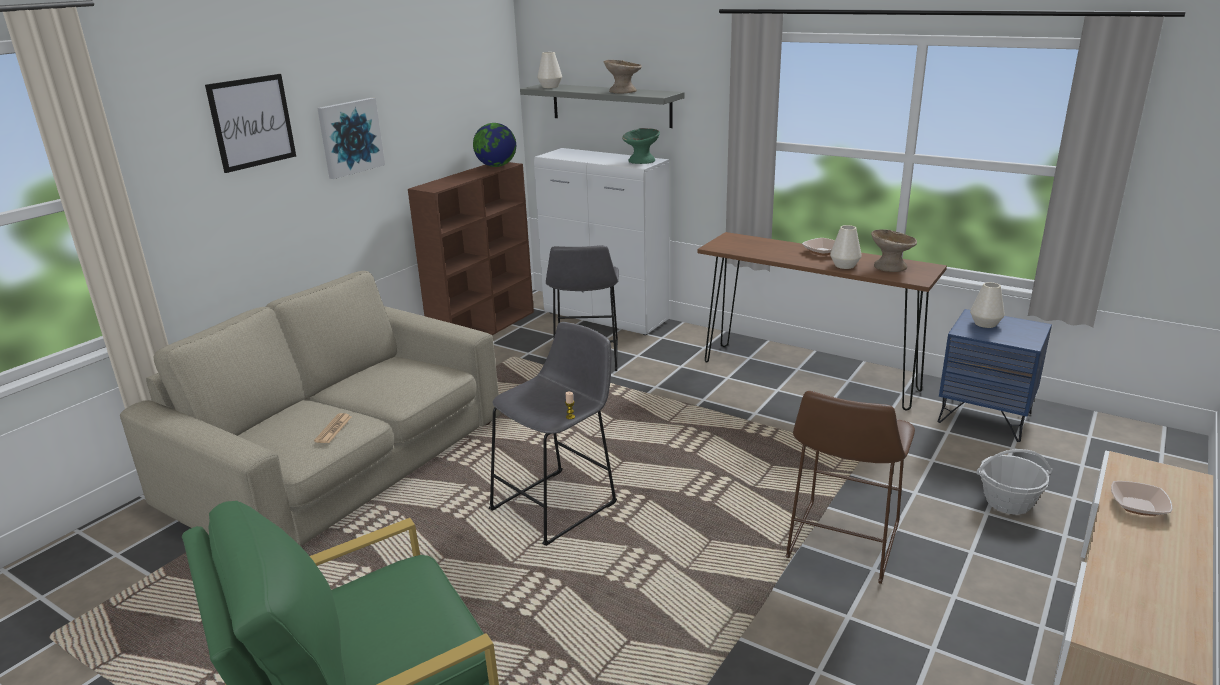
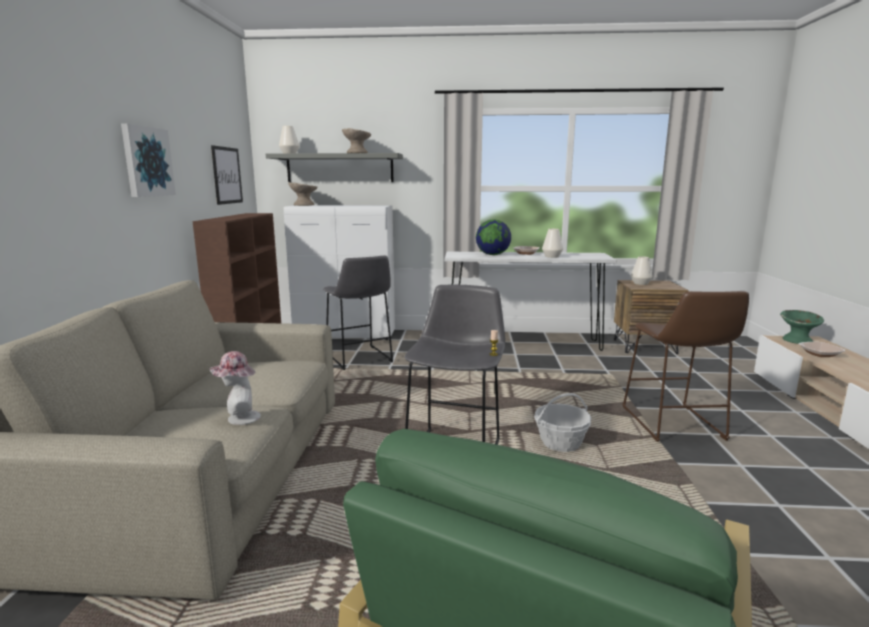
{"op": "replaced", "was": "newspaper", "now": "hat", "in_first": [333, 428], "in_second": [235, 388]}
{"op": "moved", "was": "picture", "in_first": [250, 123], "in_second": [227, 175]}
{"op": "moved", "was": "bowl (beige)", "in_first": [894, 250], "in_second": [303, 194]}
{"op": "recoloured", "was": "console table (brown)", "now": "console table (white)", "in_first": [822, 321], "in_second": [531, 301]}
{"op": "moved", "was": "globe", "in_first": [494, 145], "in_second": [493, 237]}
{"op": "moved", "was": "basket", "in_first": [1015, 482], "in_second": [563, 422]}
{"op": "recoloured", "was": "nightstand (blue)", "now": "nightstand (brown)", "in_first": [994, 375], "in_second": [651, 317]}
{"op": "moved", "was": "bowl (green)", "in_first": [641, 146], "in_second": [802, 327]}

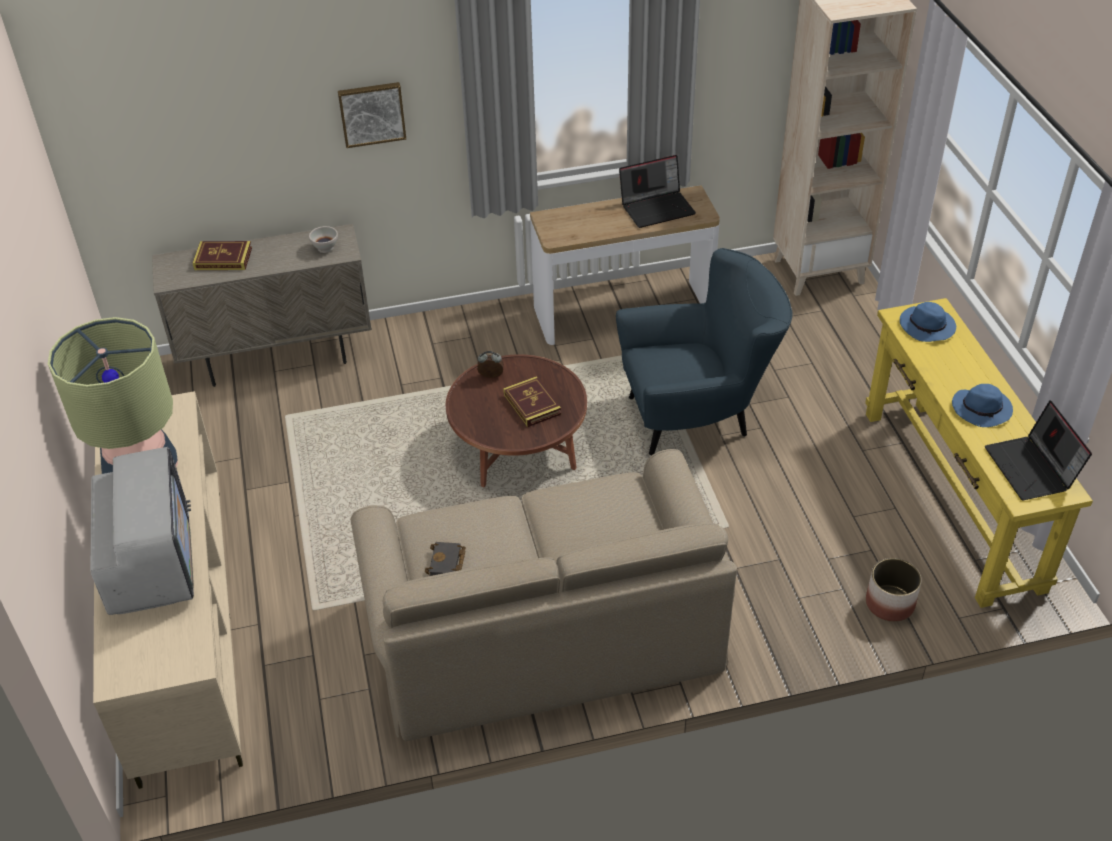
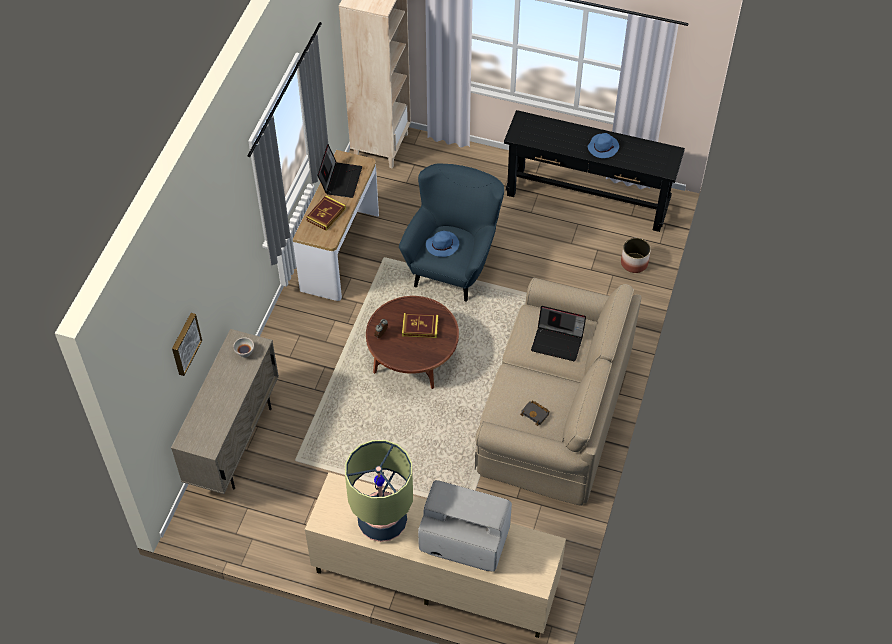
{"op": "moved", "was": "picture", "in_first": [372, 115], "in_second": [187, 344]}
{"op": "moved", "was": "book", "in_first": [222, 255], "in_second": [326, 213]}
{"op": "moved", "was": "hat (blue)", "in_first": [928, 322], "in_second": [442, 244]}
{"op": "recoloured", "was": "console table (yellow)", "now": "console table (black)", "in_first": [979, 453], "in_second": [594, 171]}
{"op": "moved", "was": "laptop", "in_first": [1038, 450], "in_second": [558, 333]}

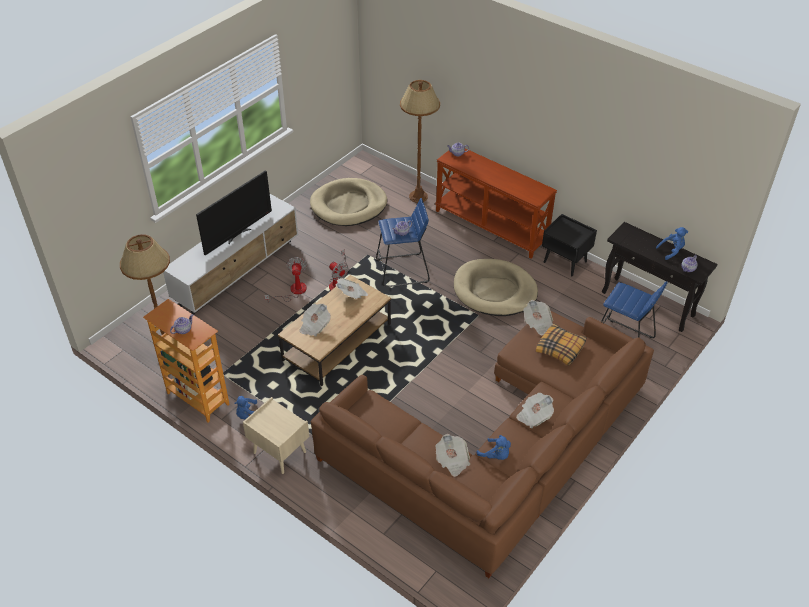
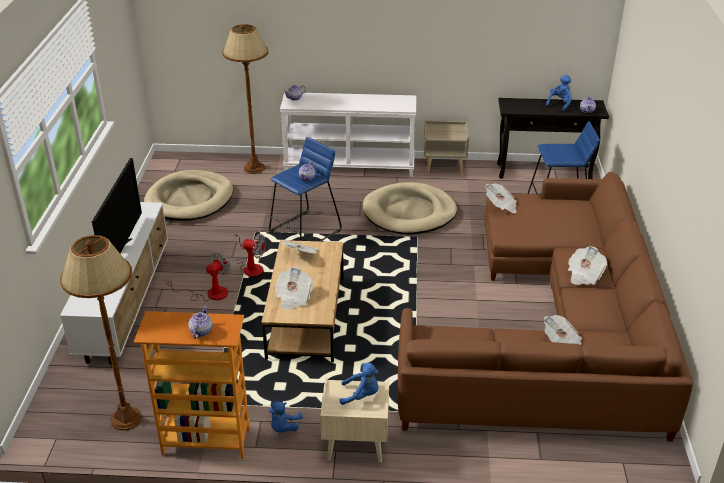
{"op": "turned", "was": "fan", "in_first": [285, 280], "in_second": [198, 277], "clockwise": 75}
{"op": "recoloured", "was": "console table (brown)", "now": "console table (white)", "in_first": [496, 203], "in_second": [348, 135]}
{"op": "moved", "was": "plush toy (blue)", "in_first": [494, 447], "in_second": [359, 384]}
{"op": "recoloured", "was": "nightstand (black)", "now": "nightstand (beige)", "in_first": [569, 245], "in_second": [446, 149]}
{"op": "removed", "was": "pillow", "in_first": [561, 345]}

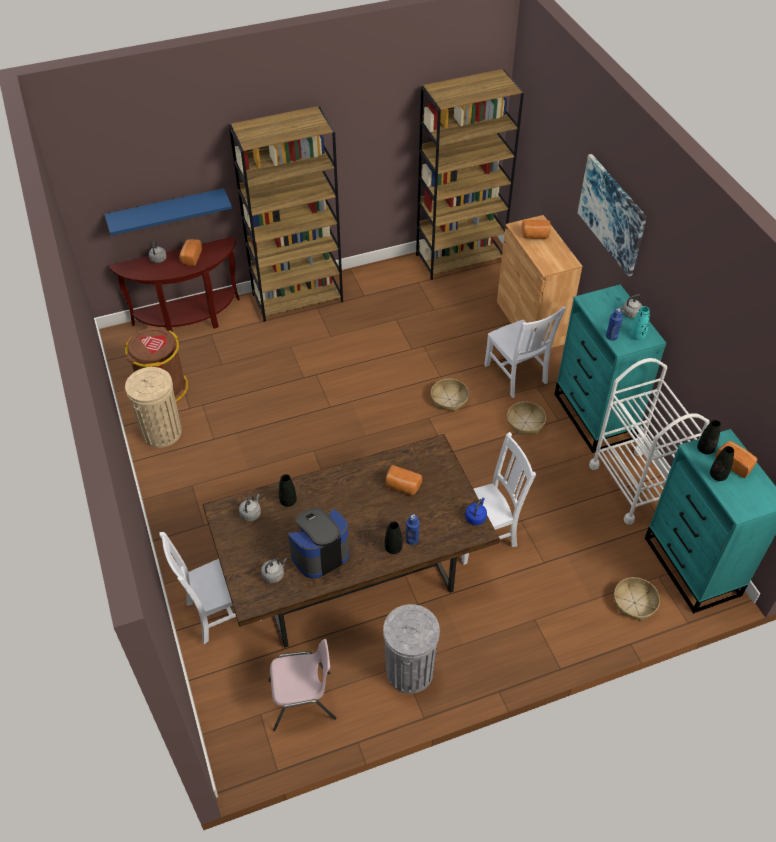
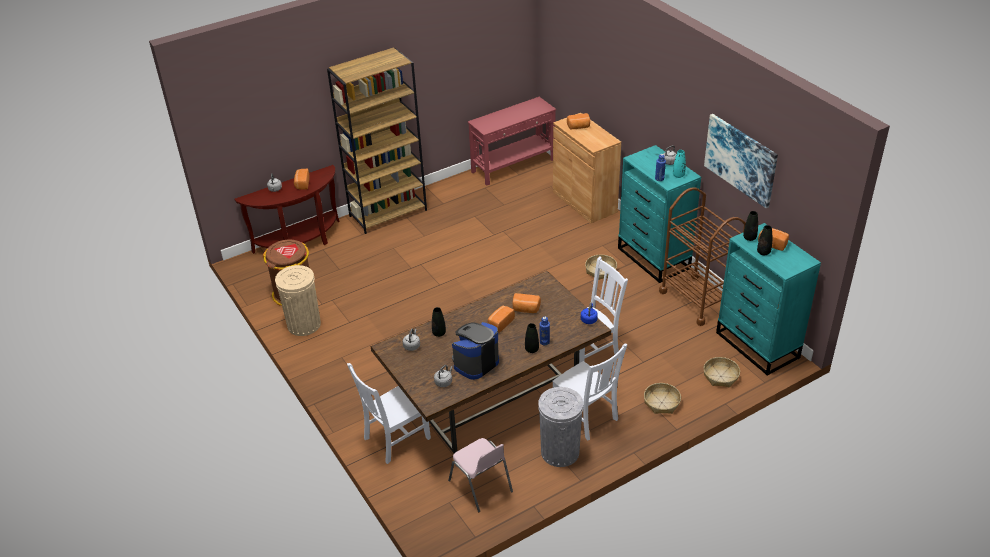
{"op": "turned", "was": "chair (pink)", "in_first": [302, 685], "in_second": [480, 475], "clockwise": 75}
{"op": "replaced", "was": "bookcase (brown)", "now": "console table (red)", "in_first": [470, 174], "in_second": [512, 141]}
{"op": "added", "now": "bread", "in_second": [501, 319]}
{"op": "moved", "was": "chair (white)", "in_first": [525, 352], "in_second": [589, 392]}
{"op": "moved", "was": "basket", "in_first": [450, 395], "in_second": [662, 398]}
{"op": "recoloured", "was": "cart (white)", "now": "cart (brown)", "in_first": [649, 441], "in_second": [702, 256]}
{"op": "moved", "was": "picture", "in_first": [612, 215], "in_second": [741, 161]}
{"op": "removed", "was": "shelf (blue)", "in_first": [168, 211]}

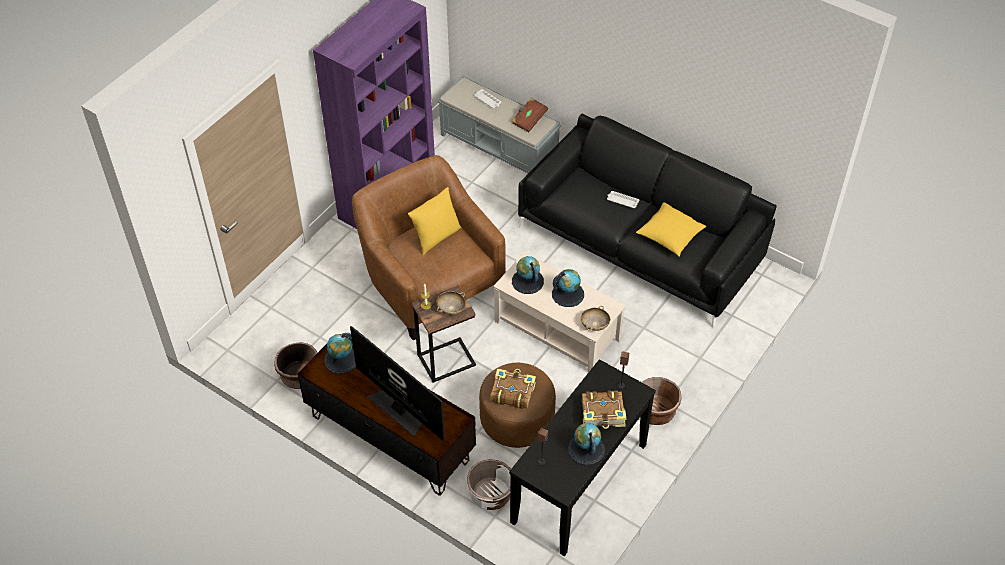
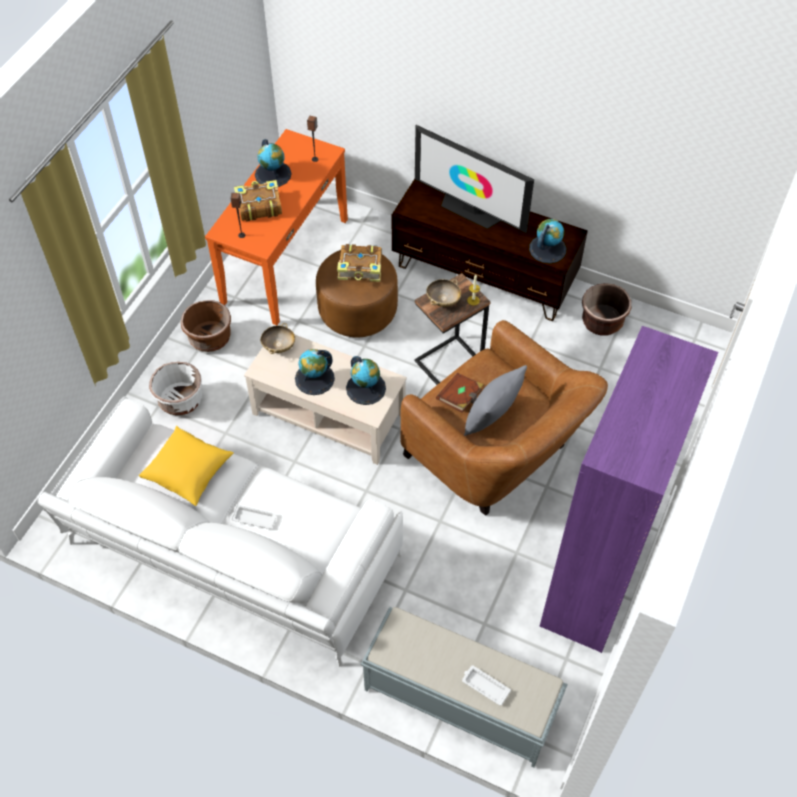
{"op": "recoloured", "was": "sofa (black)", "now": "sofa (white)", "in_first": [647, 220], "in_second": [220, 531]}
{"op": "moved", "was": "planter (white)", "in_first": [489, 484], "in_second": [175, 388]}
{"op": "recoloured", "was": "console table (black)", "now": "console table (orange)", "in_first": [582, 457], "in_second": [276, 227]}
{"op": "moved", "was": "book (brown)", "in_first": [530, 114], "in_second": [460, 393]}
{"op": "recoloured", "was": "pillow (yellow)", "now": "pillow (grey)", "in_first": [435, 221], "in_second": [495, 400]}

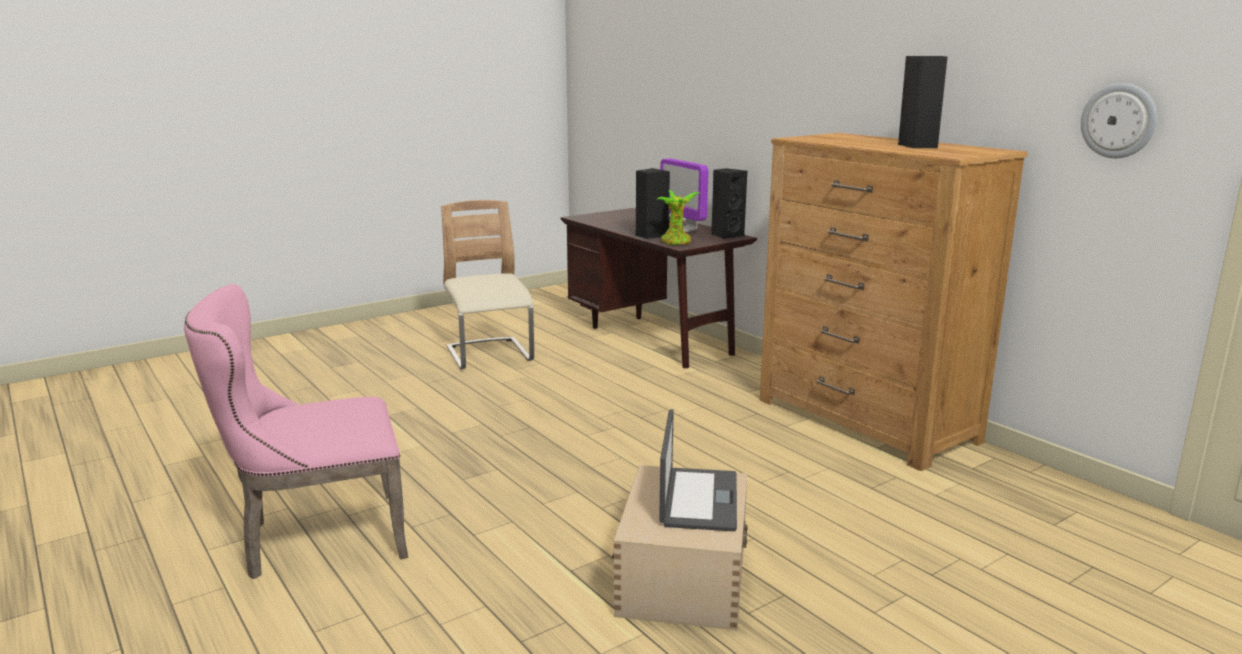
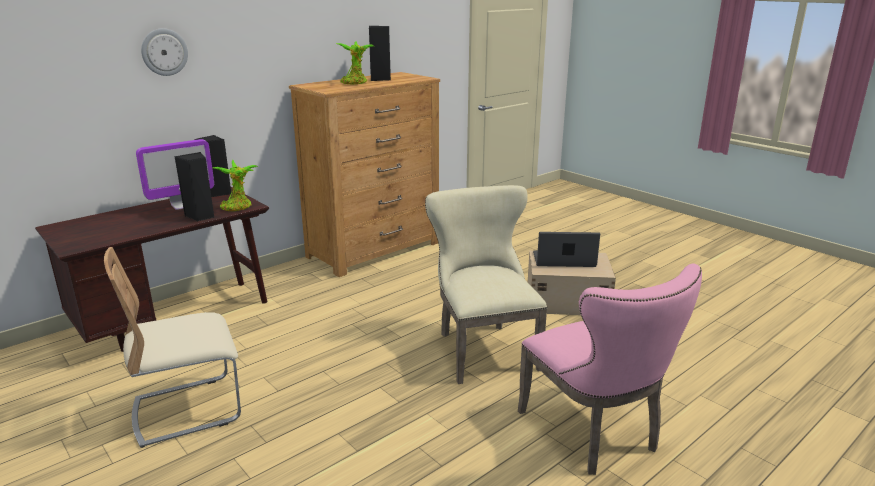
{"op": "moved", "was": "wall clock", "in_first": [1119, 120], "in_second": [164, 52]}
{"op": "added", "now": "potted plant", "in_second": [355, 63]}
{"op": "added", "now": "chair (beige)", "in_second": [486, 284]}

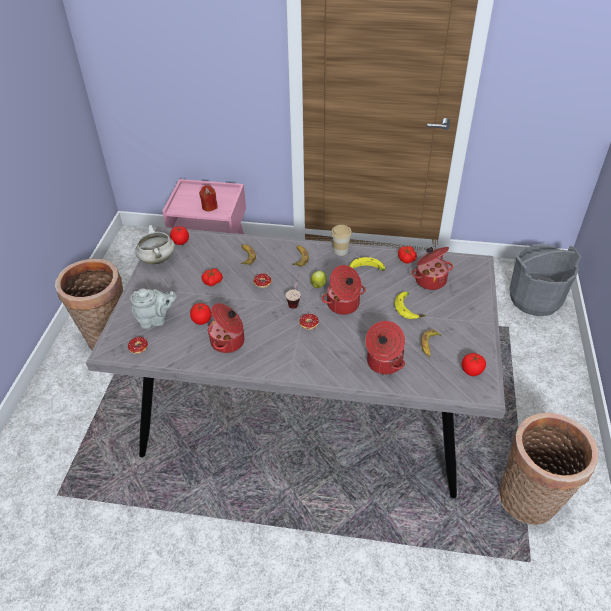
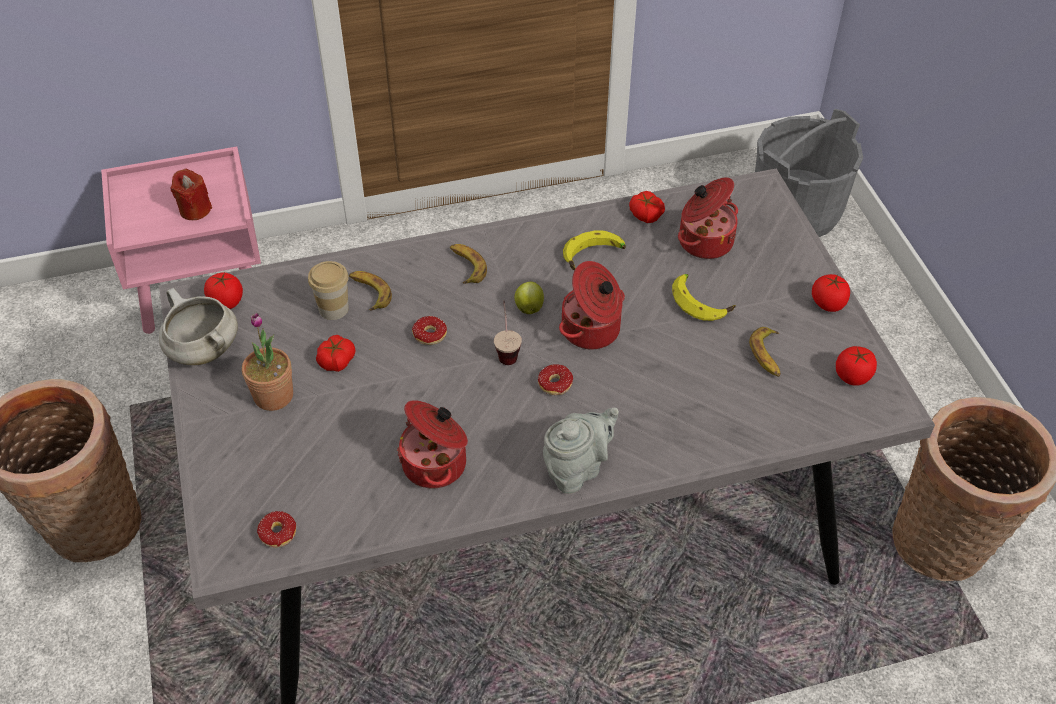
{"op": "added", "now": "potted plant", "in_second": [267, 362]}
{"op": "moved", "was": "cup", "in_first": [341, 240], "in_second": [328, 290]}
{"op": "moved", "was": "teapot (grey)", "in_first": [153, 308], "in_second": [581, 450]}
{"op": "moved", "was": "tomato", "in_first": [201, 314], "in_second": [831, 293]}
{"op": "removed", "was": "cooking pot", "in_first": [385, 348]}

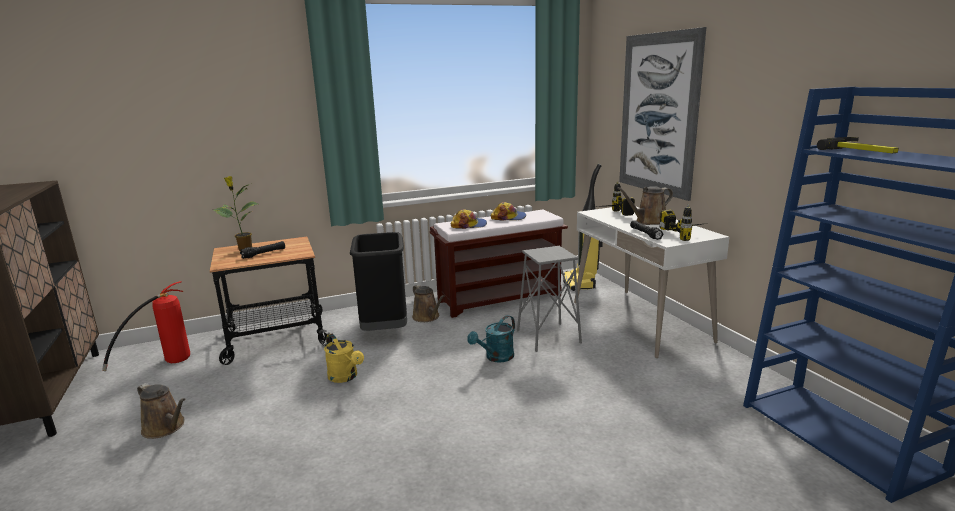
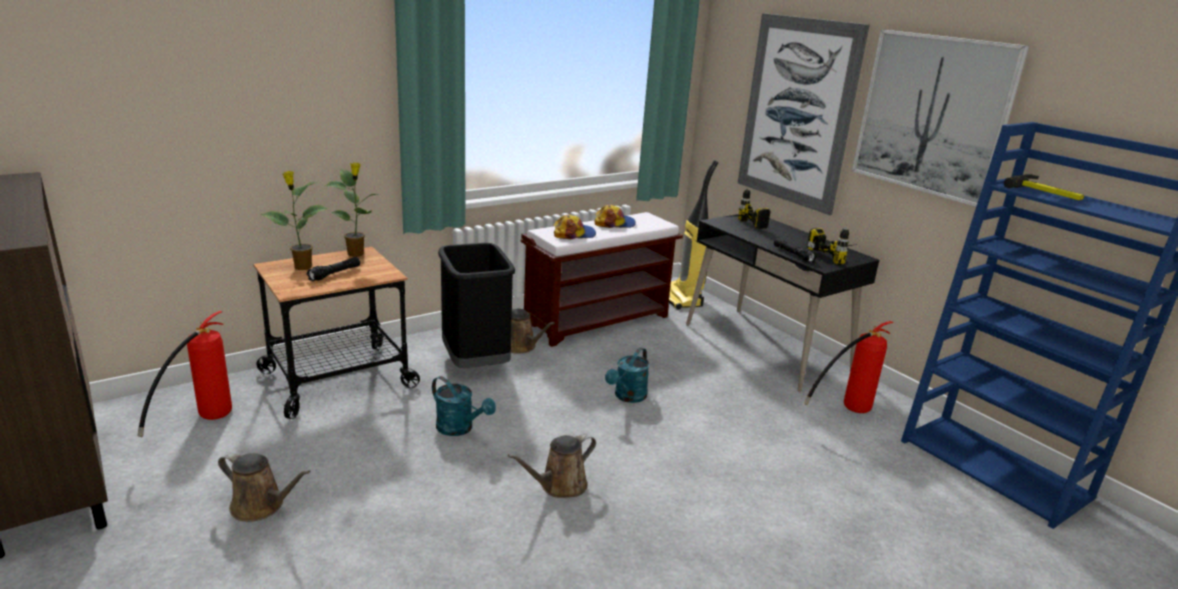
{"op": "added", "now": "potted plant", "in_second": [351, 209]}
{"op": "recoloured", "was": "watering can (yellow)", "now": "watering can (turquoise)", "in_first": [344, 358], "in_second": [464, 406]}
{"op": "moved", "was": "watering can (brown)", "in_first": [645, 205], "in_second": [552, 466]}
{"op": "recoloured", "was": "desk (white)", "now": "desk (black)", "in_first": [652, 282], "in_second": [782, 303]}
{"op": "added", "now": "fire extinguisher", "in_second": [848, 367]}
{"op": "added", "now": "picture", "in_second": [940, 118]}
{"op": "removed", "was": "stool (grey)", "in_first": [549, 299]}

